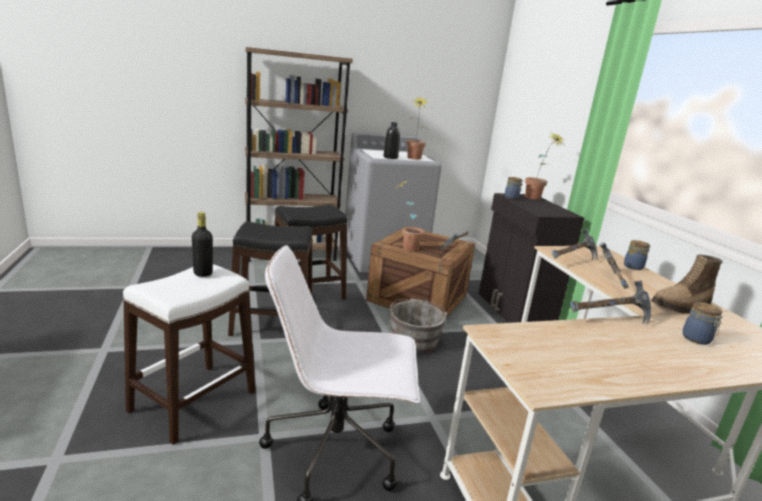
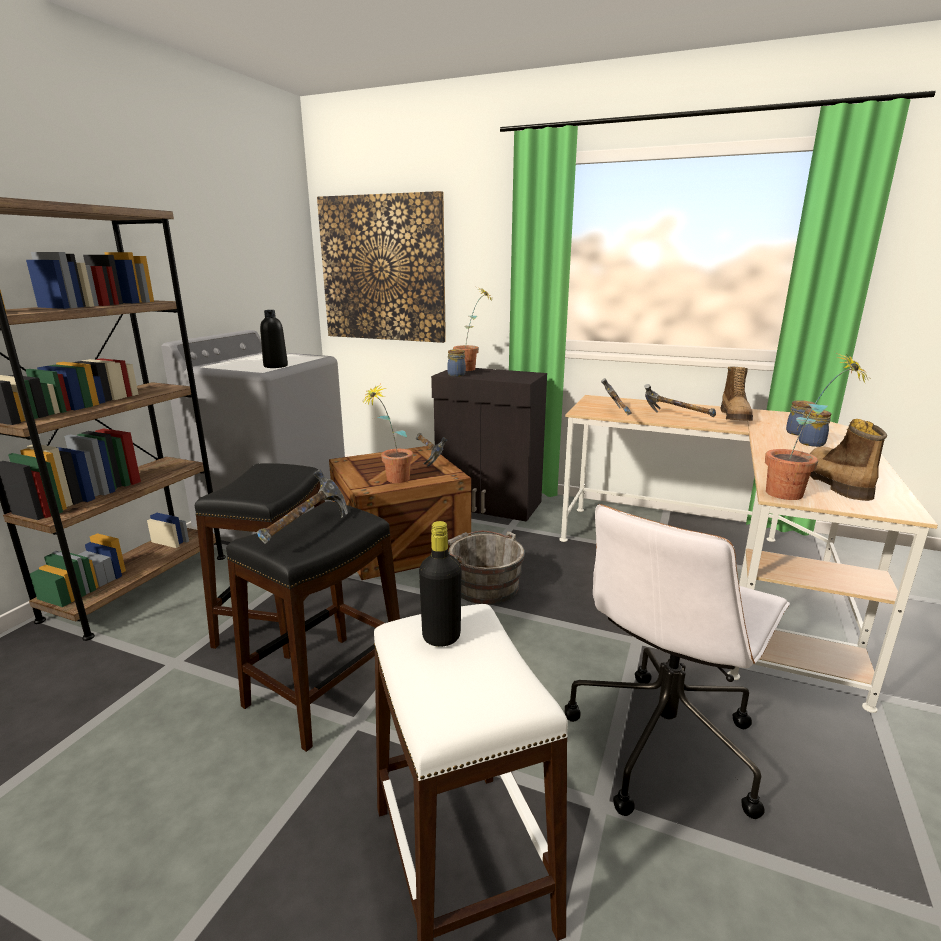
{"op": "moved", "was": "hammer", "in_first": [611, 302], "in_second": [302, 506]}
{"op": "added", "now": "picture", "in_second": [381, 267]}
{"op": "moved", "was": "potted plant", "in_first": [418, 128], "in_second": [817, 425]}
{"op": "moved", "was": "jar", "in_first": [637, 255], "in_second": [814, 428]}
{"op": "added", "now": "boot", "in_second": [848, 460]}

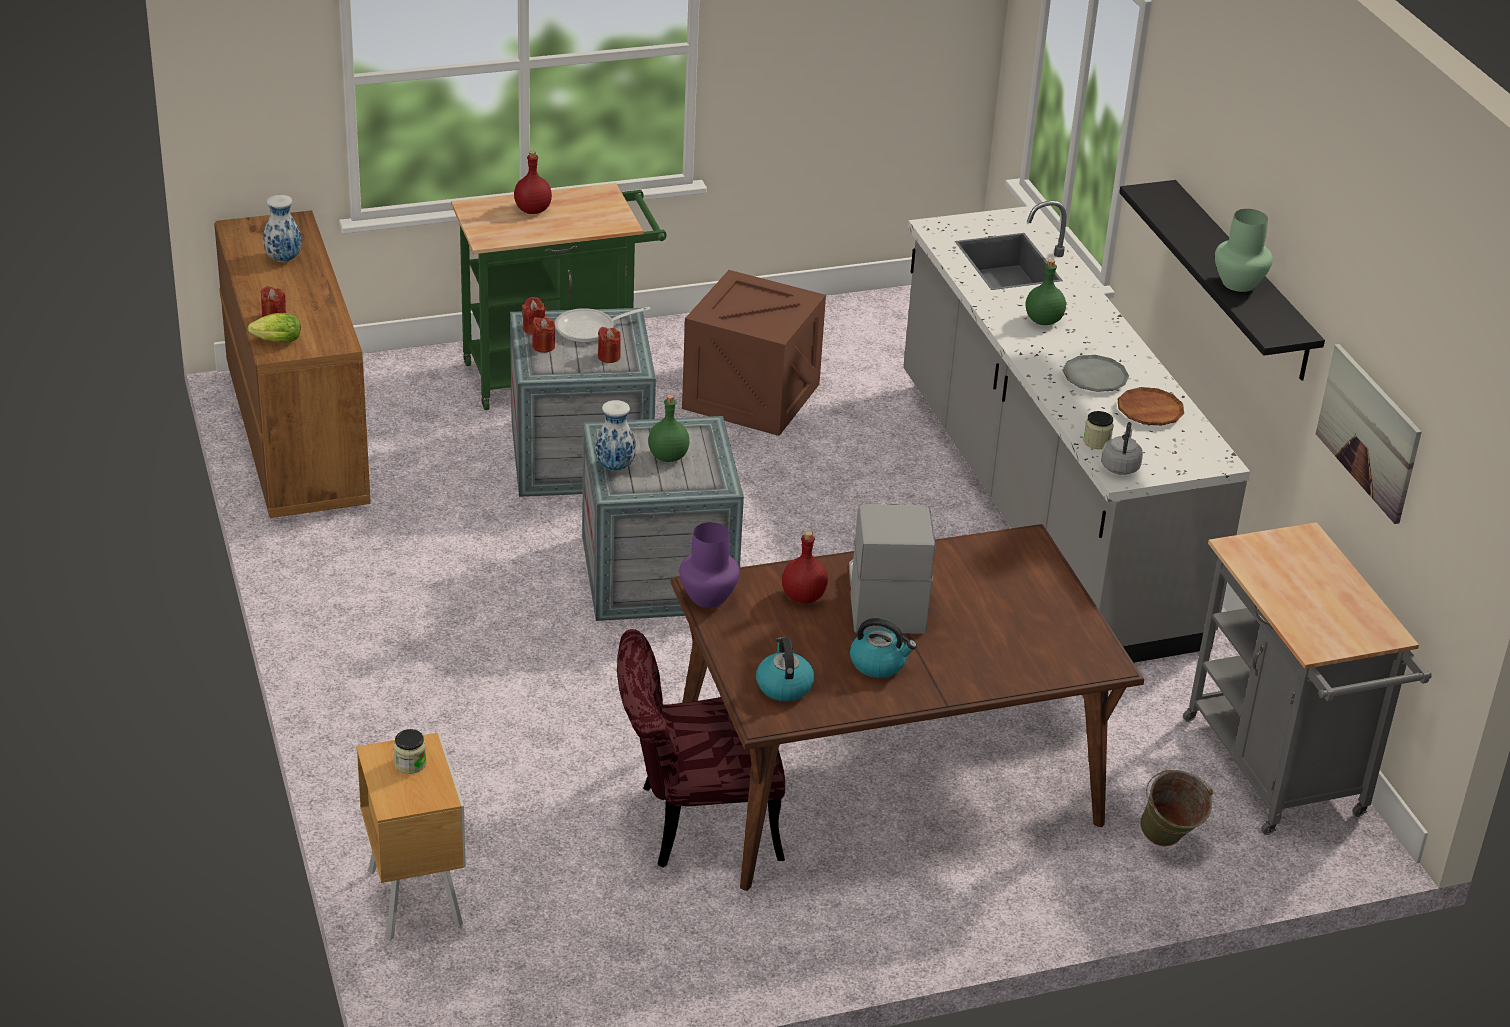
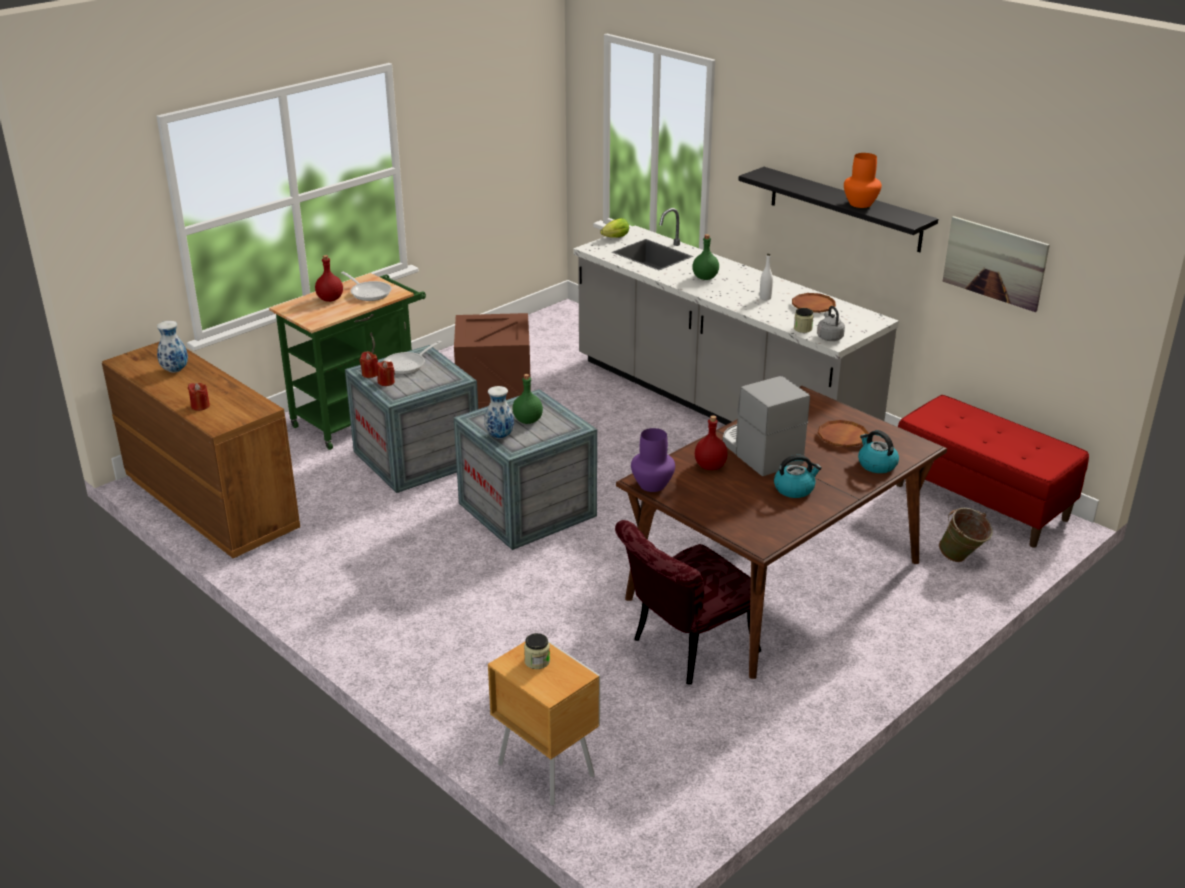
{"op": "added", "now": "frying pan", "in_second": [366, 286]}
{"op": "moved", "was": "lettuce", "in_first": [274, 327], "in_second": [614, 228]}
{"op": "replaced", "was": "plate (grey)", "now": "bottle (white)", "in_first": [1096, 373], "in_second": [766, 277]}
{"op": "added", "now": "plate (brown)", "in_second": [843, 433]}
{"op": "recoloured", "was": "vase (green)", "now": "vase (orange)", "in_first": [1244, 250], "in_second": [863, 180]}
{"op": "moved", "was": "kettle", "in_first": [785, 669], "in_second": [878, 451]}
{"op": "replaced", "was": "cart (grey)", "now": "bench (red)", "in_first": [1307, 678], "in_second": [992, 471]}
{"op": "removed", "was": "candle (red)", "in_first": [609, 345]}

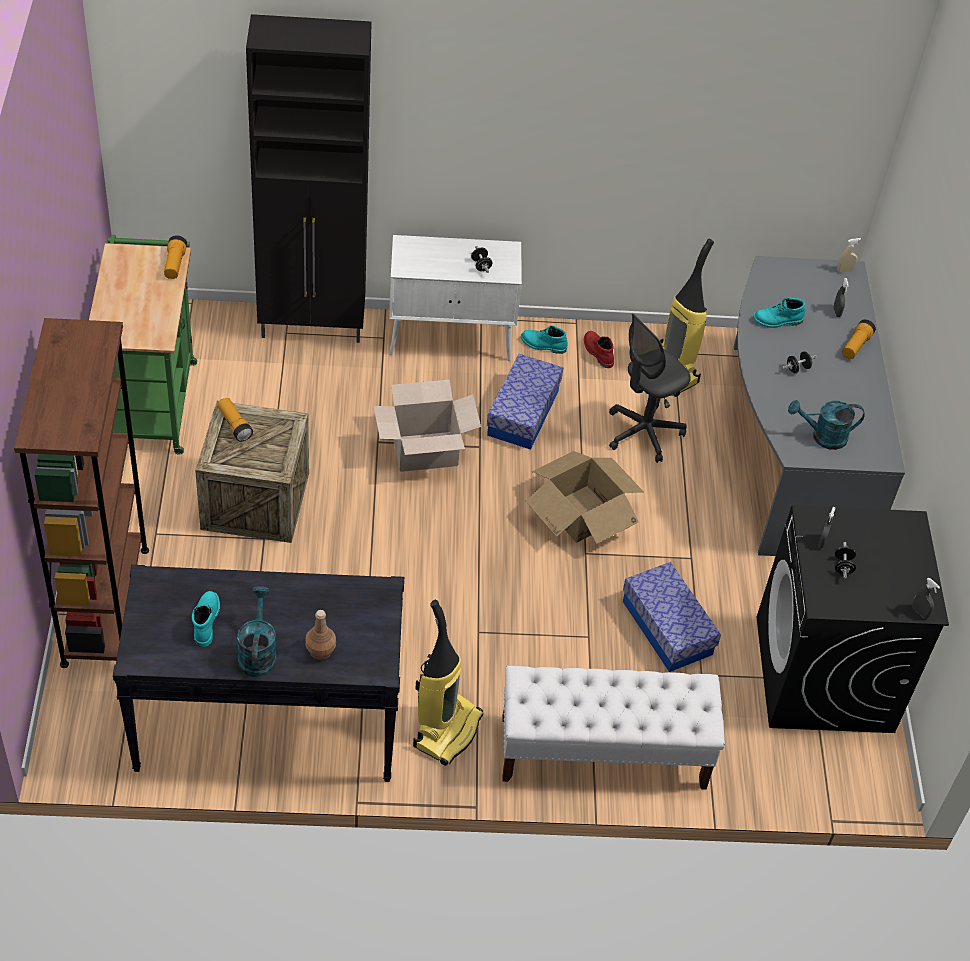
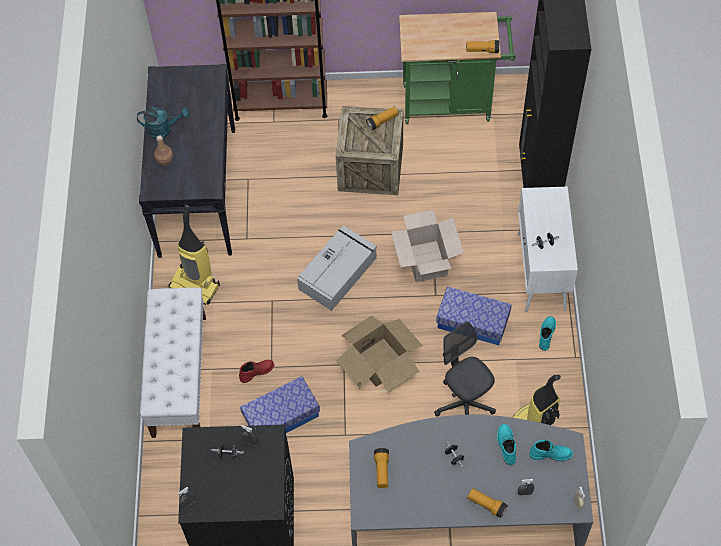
{"op": "moved", "was": "boot (red)", "in_first": [599, 349], "in_second": [256, 371]}
{"op": "added", "now": "storage box (grey)", "in_second": [337, 268]}
{"op": "replaced", "was": "watering can (turquoise)", "now": "flashlight", "in_first": [826, 425], "in_second": [381, 468]}
{"op": "moved", "was": "boot (turquoise)", "in_first": [206, 619], "in_second": [551, 450]}

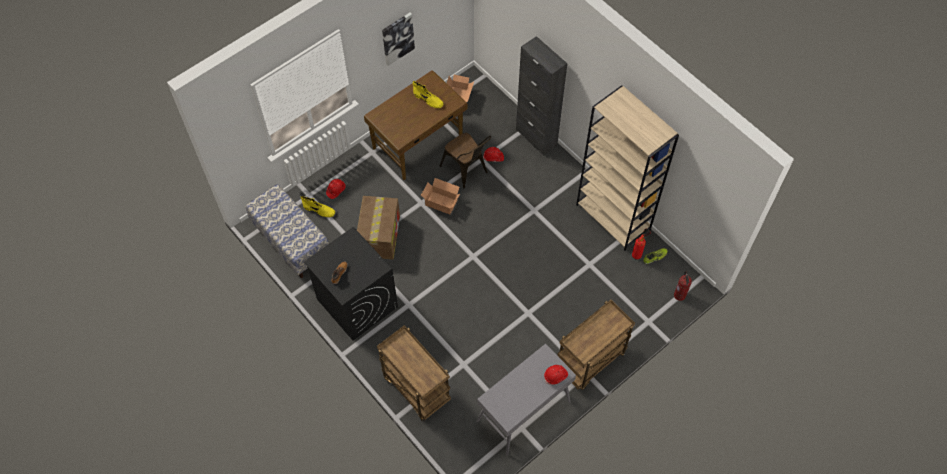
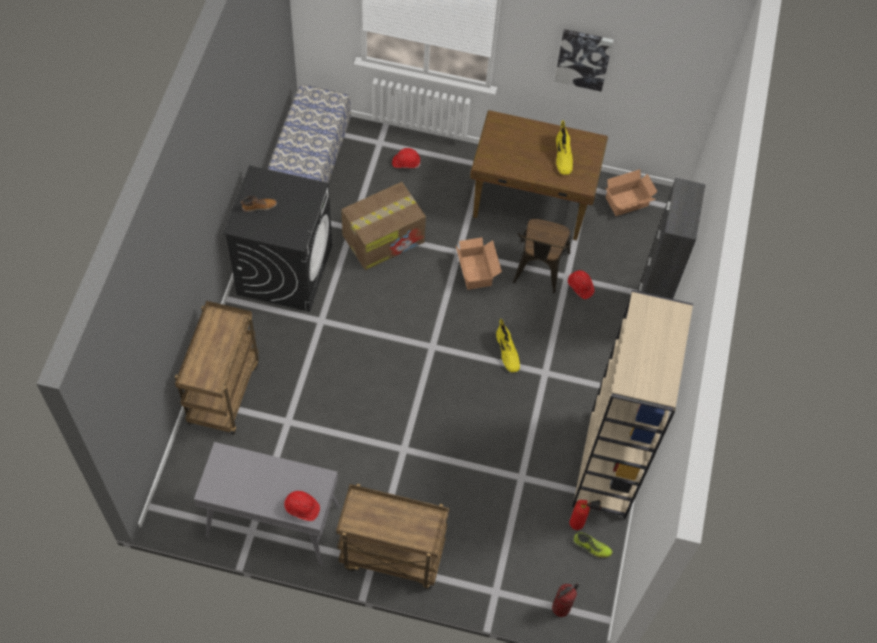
{"op": "moved", "was": "boot (yellow)", "in_first": [318, 206], "in_second": [508, 345]}

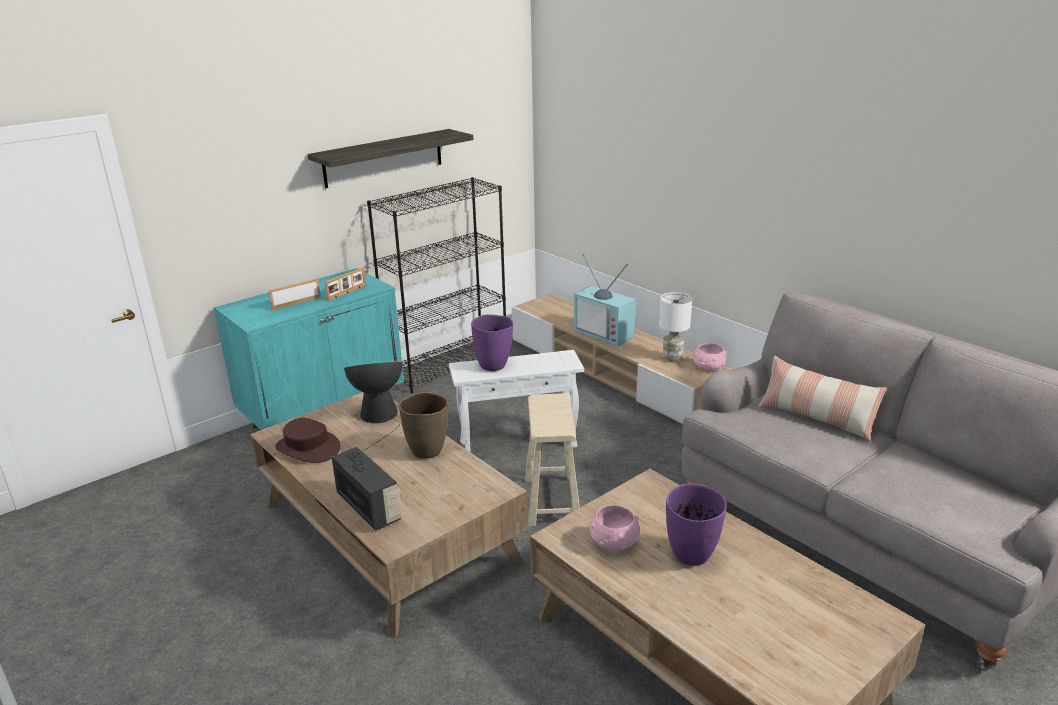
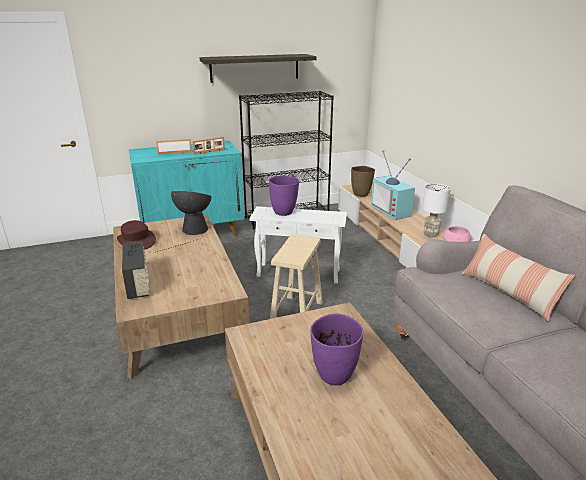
{"op": "moved", "was": "vase (brown)", "in_first": [423, 425], "in_second": [363, 181]}
{"op": "removed", "was": "bowl (pink)", "in_first": [615, 528]}

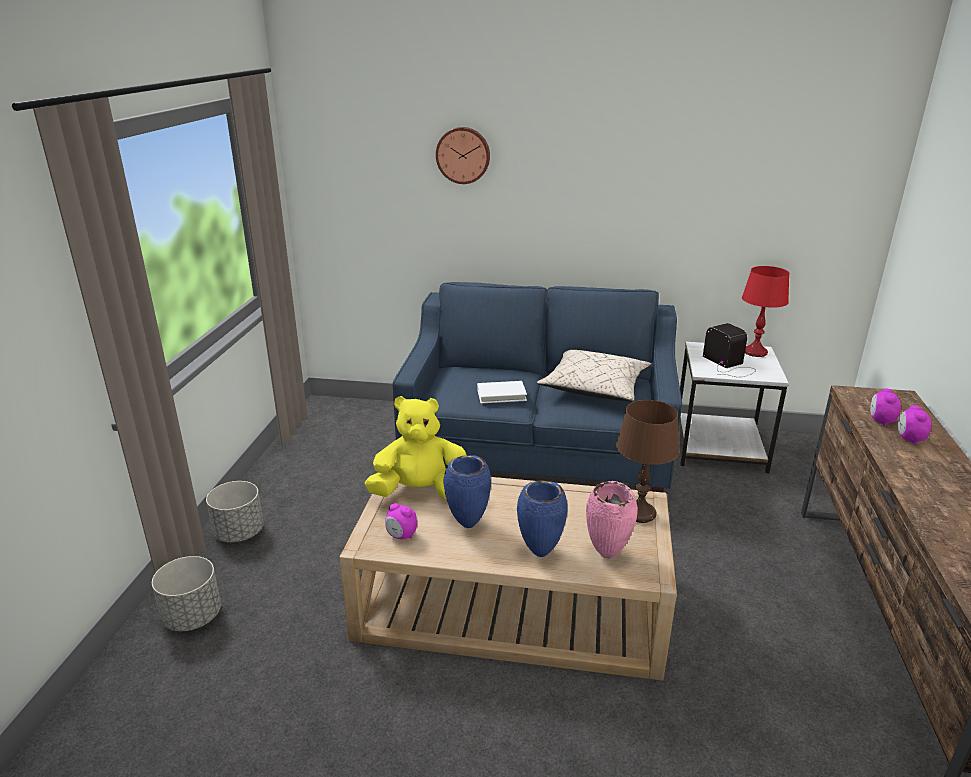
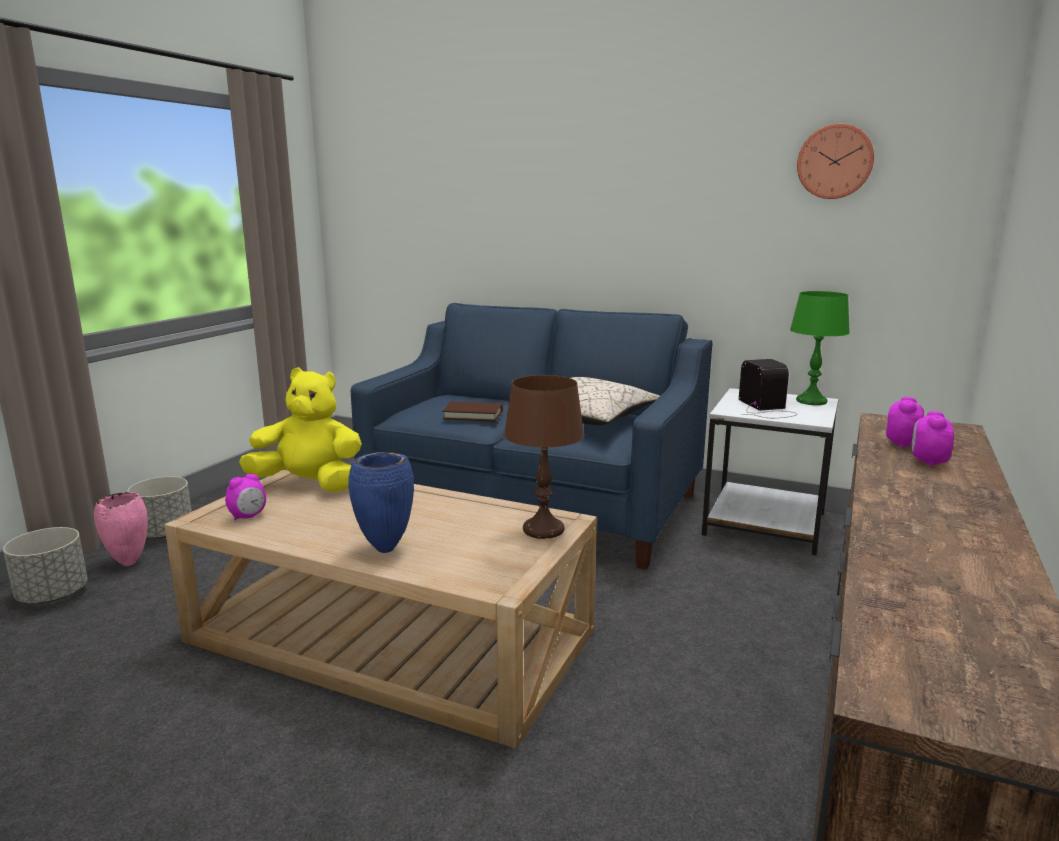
{"op": "moved", "was": "vase (pink)", "in_first": [612, 520], "in_second": [121, 529]}
{"op": "turned", "was": "alarm clock", "in_first": [401, 521], "in_second": [245, 497], "clockwise": -90}
{"op": "recoloured", "was": "book (white)", "now": "book (brown)", "in_first": [502, 392], "in_second": [472, 411]}
{"op": "recoloured", "was": "table lamp (red)", "now": "table lamp (green)", "in_first": [766, 311], "in_second": [820, 348]}
{"op": "moved", "was": "wall clock", "in_first": [463, 155], "in_second": [835, 161]}
{"op": "removed", "was": "vase (blue)", "in_first": [467, 491]}

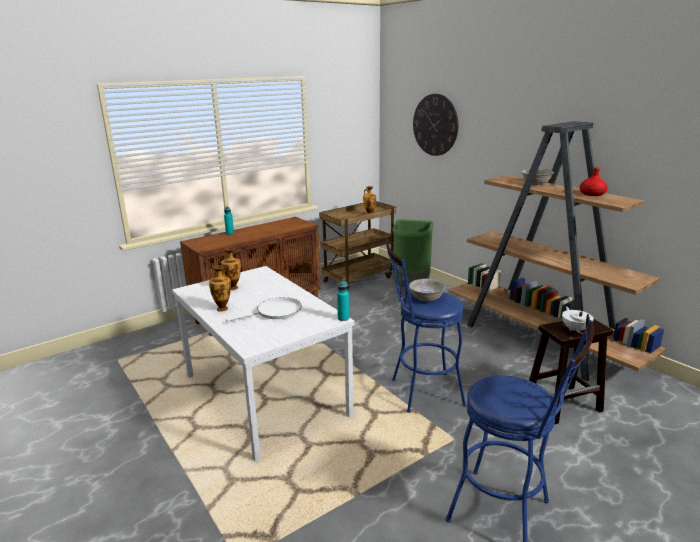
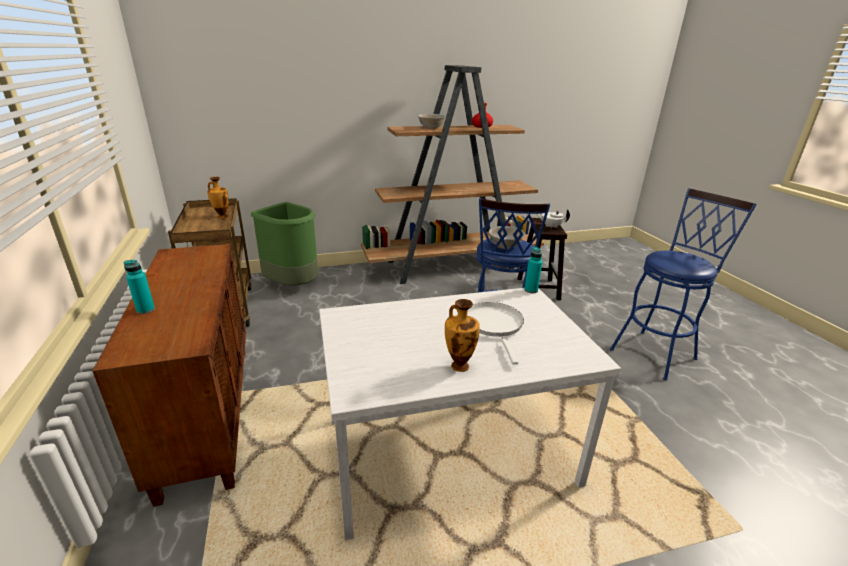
{"op": "removed", "was": "vase", "in_first": [231, 269]}
{"op": "removed", "was": "wall clock", "in_first": [435, 125]}

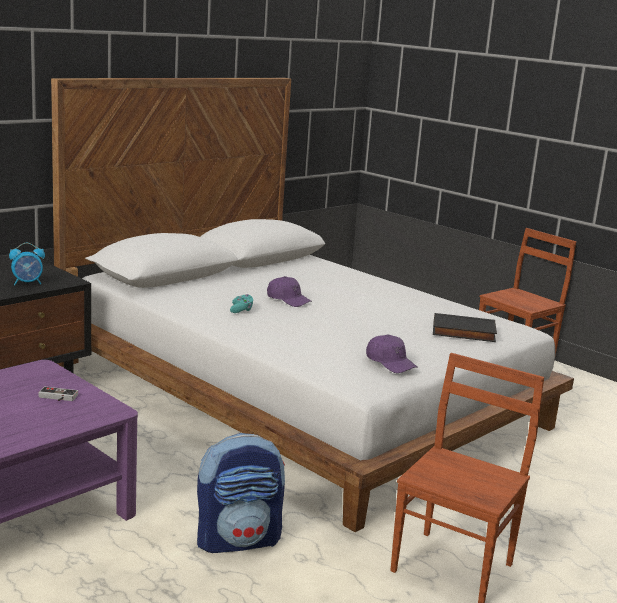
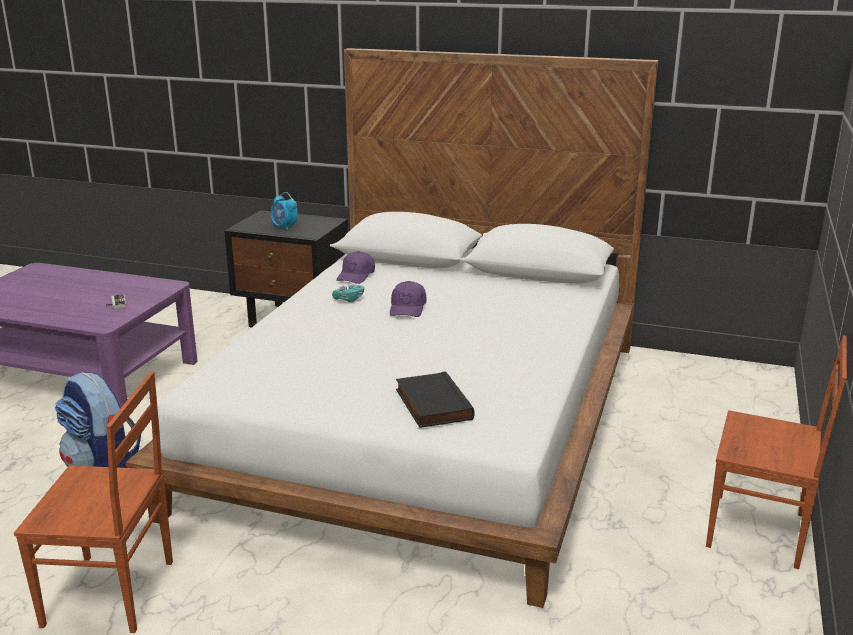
{"op": "moved", "was": "cap (purple)", "in_first": [392, 353], "in_second": [355, 267]}

